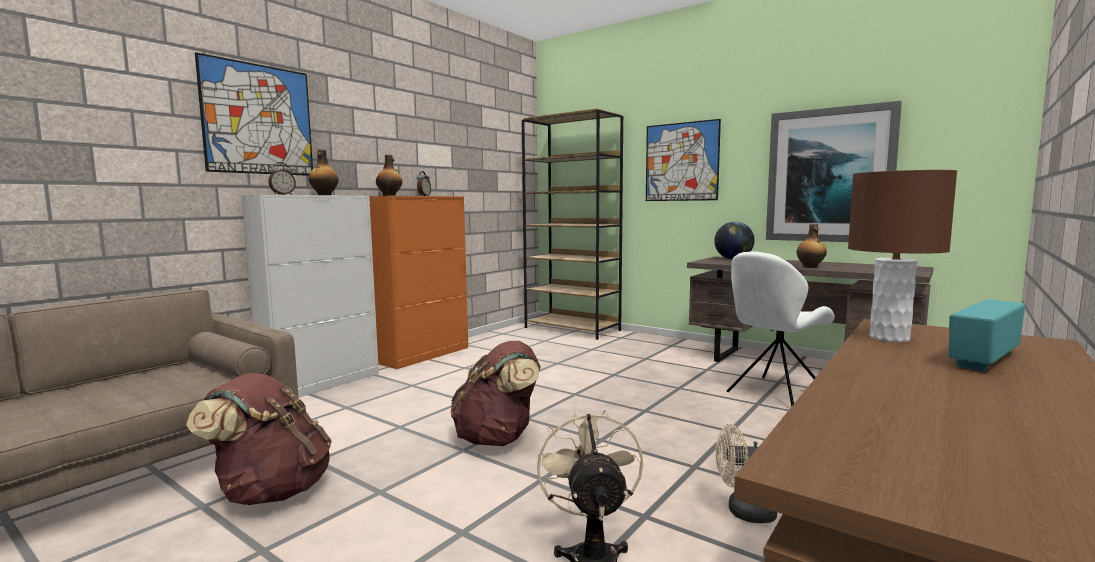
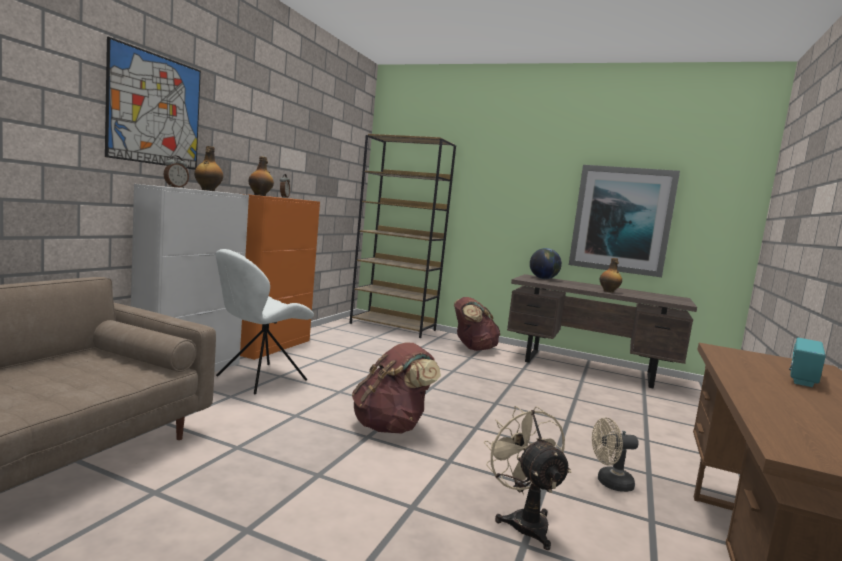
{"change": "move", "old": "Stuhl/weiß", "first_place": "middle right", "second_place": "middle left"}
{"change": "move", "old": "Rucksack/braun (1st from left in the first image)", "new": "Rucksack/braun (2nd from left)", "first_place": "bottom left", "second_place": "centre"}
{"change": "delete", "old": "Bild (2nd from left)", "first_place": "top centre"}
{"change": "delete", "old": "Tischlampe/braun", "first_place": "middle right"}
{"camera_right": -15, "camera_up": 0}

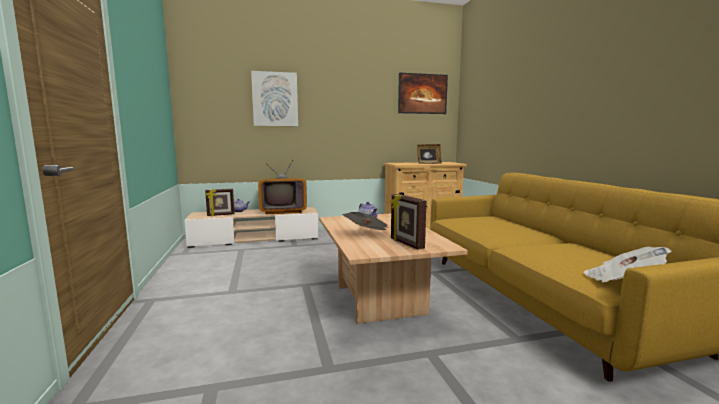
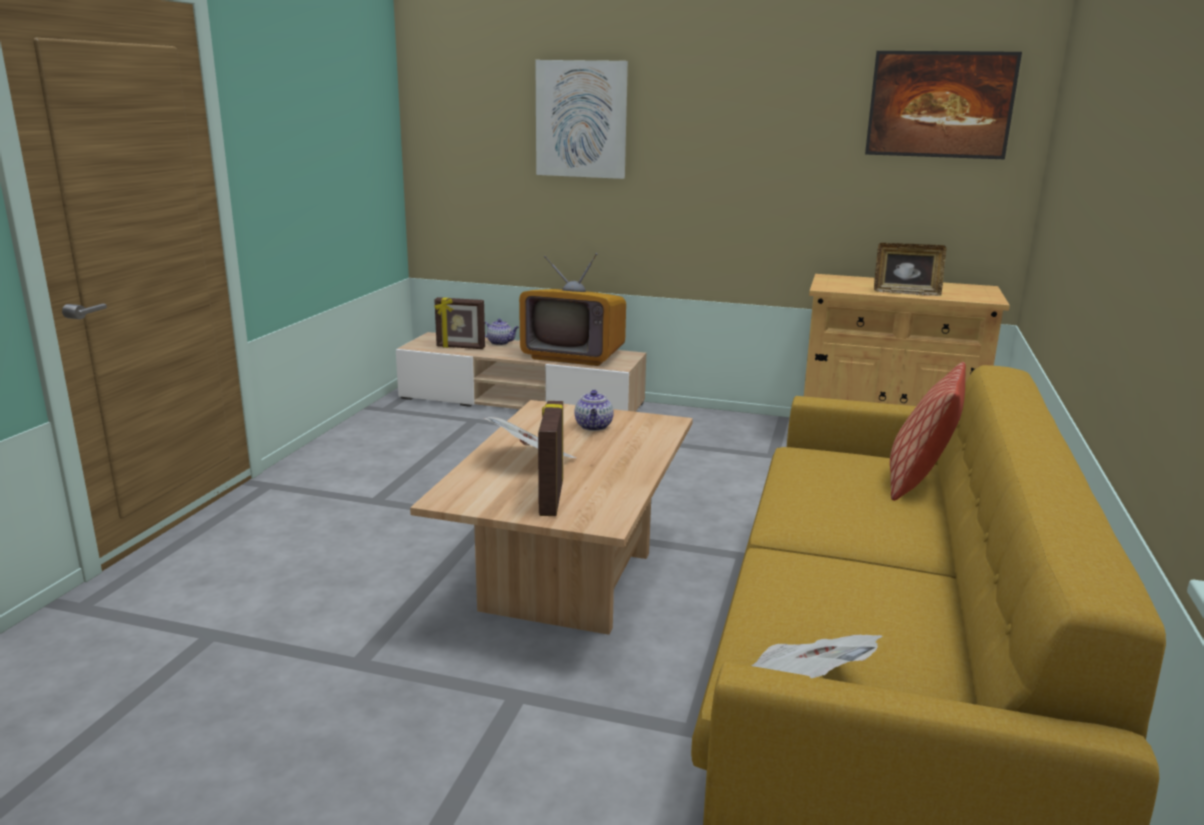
{"change": "insert", "new": "Kissen", "second_place": "middle right"}
{"camera_right": 30, "camera_up": 10}

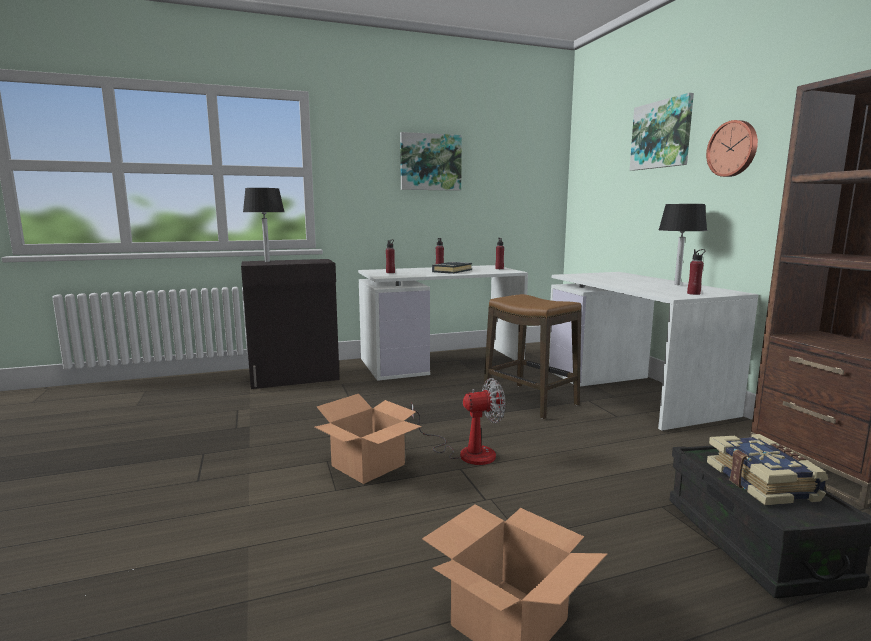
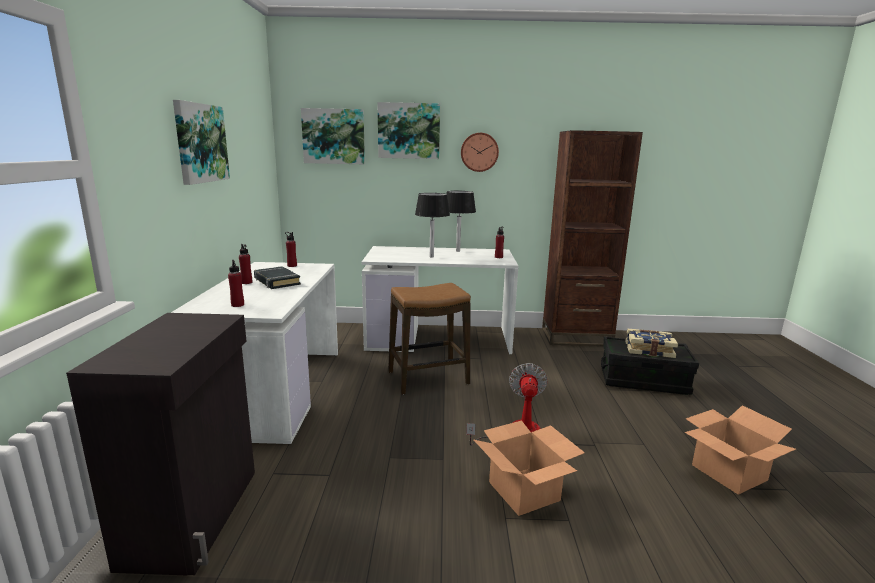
{"change": "insert", "new": "Bild (2nd from left)", "second_place": "top centre"}
{"change": "move", "old": "Tischlampe/schwarz (1st from left)", "first_place": "middle left", "second_place": "centre"}
{"camera_right": -70, "camera_up": 5}

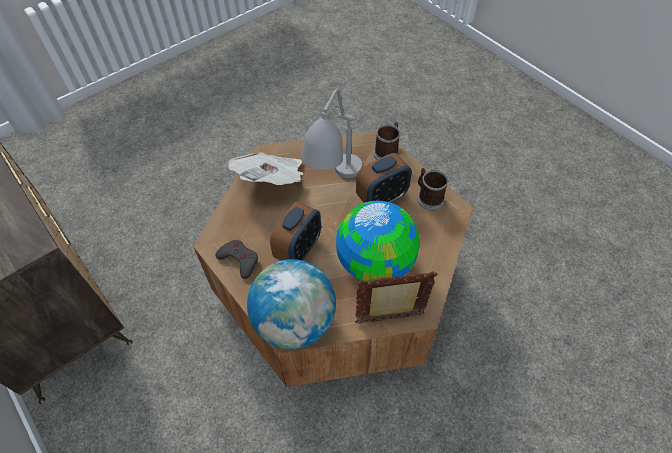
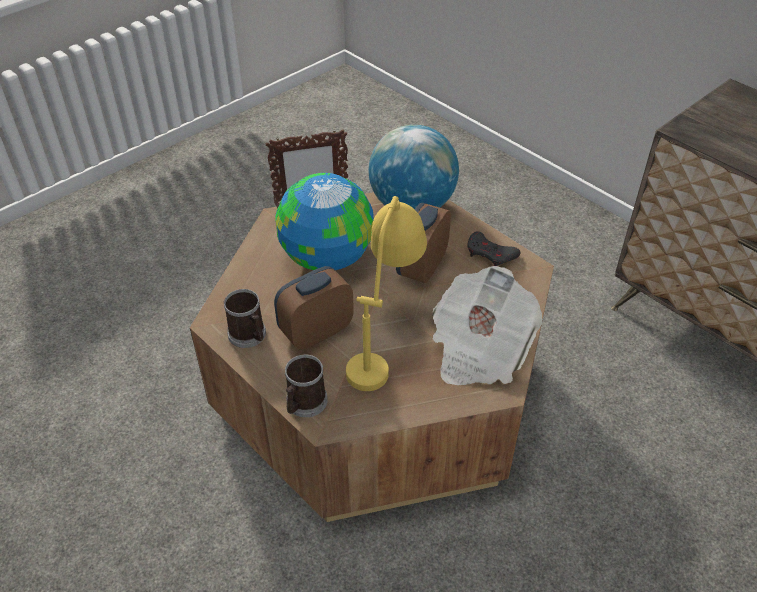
{"change": "recolor", "old": "Tischlampe/grau", "new": "Tischlampe/gelb", "first_place": "top centre", "second_place": "centre"}
{"camera_right": 175, "camera_up": -10}

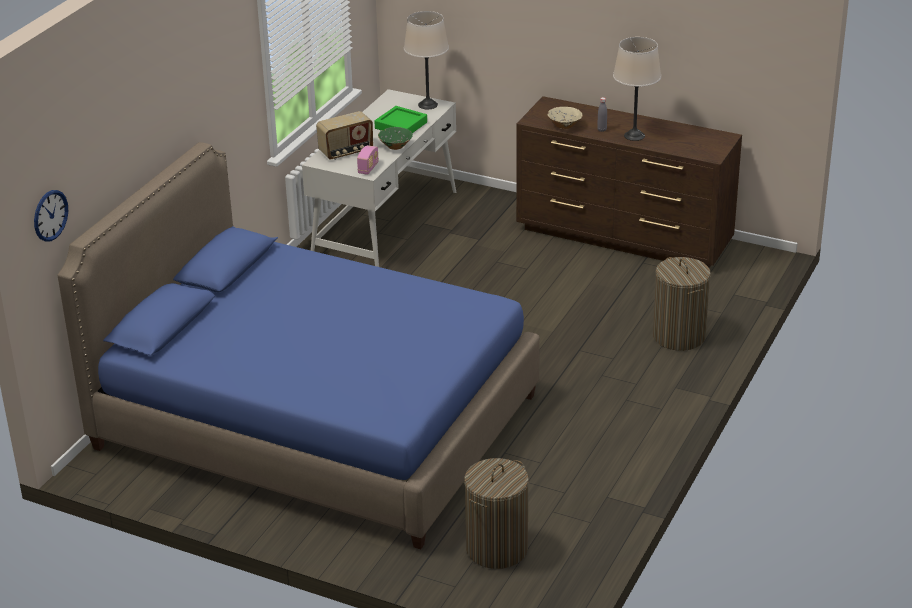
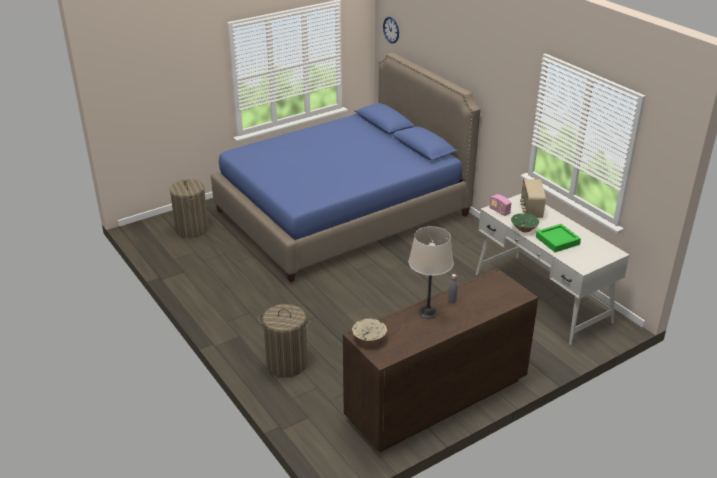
{"change": "move", "old": "Schüssel/beige", "first_place": "top centre", "second_place": "bottom centre"}
{"change": "delete", "old": "Tischlampe/beige (1st from left)", "first_place": "top centre"}
{"camera_right": 120, "camera_up": 0}

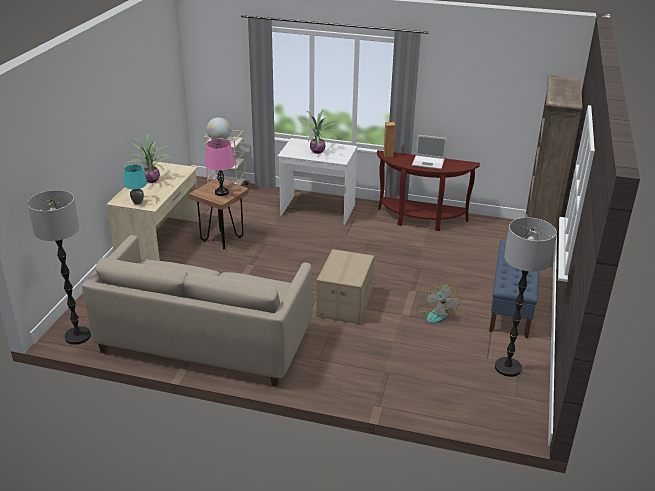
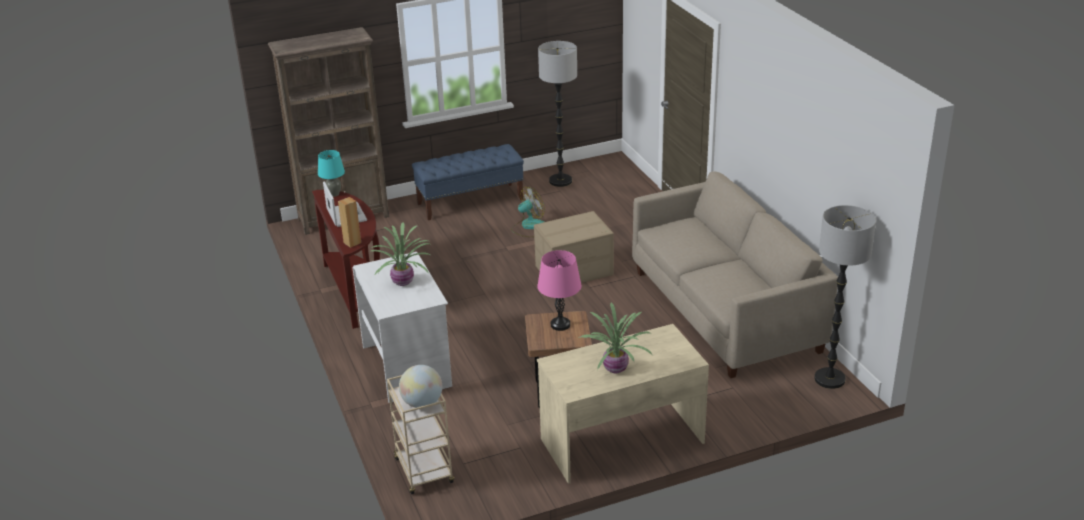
{"change": "move", "old": "Tischlampe/türkis", "first_place": "middle left", "second_place": "top left"}
{"camera_right": -125, "camera_up": 0}

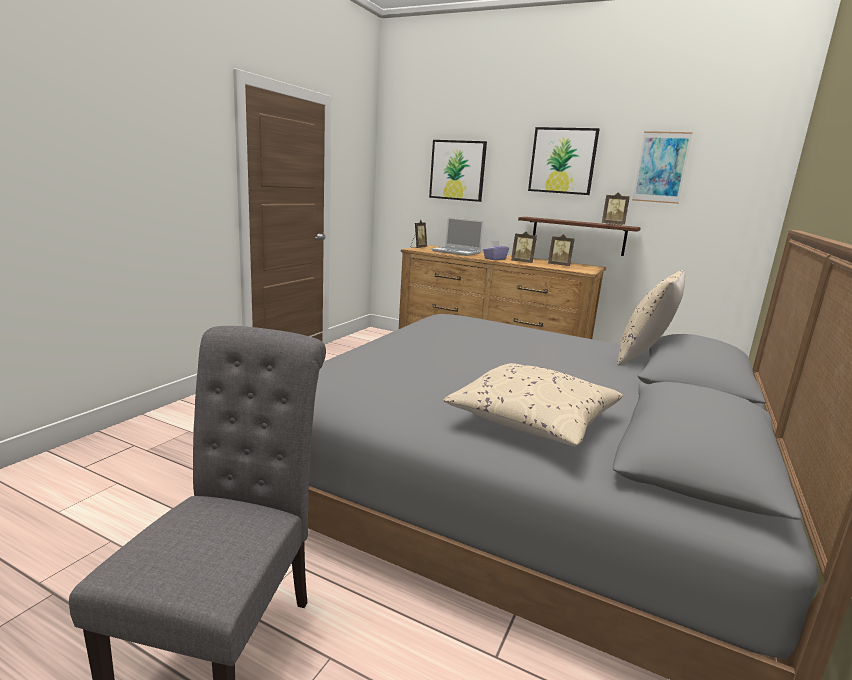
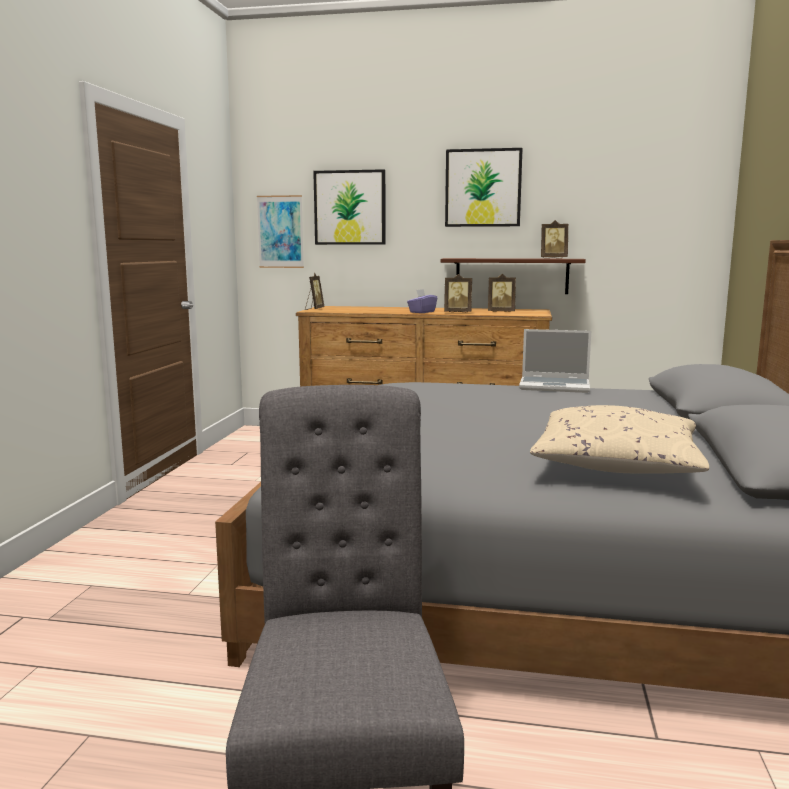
{"change": "move", "old": "Bild (3rd from left in the first image)", "new": "Bild (1st from left)", "first_place": "top right", "second_place": "top centre"}
{"change": "move", "old": "Laptop", "first_place": "centre", "second_place": "middle right"}
{"change": "delete", "old": "Kissen/beige (2nd from left)", "first_place": "middle right"}
{"camera_right": -15, "camera_up": -5}

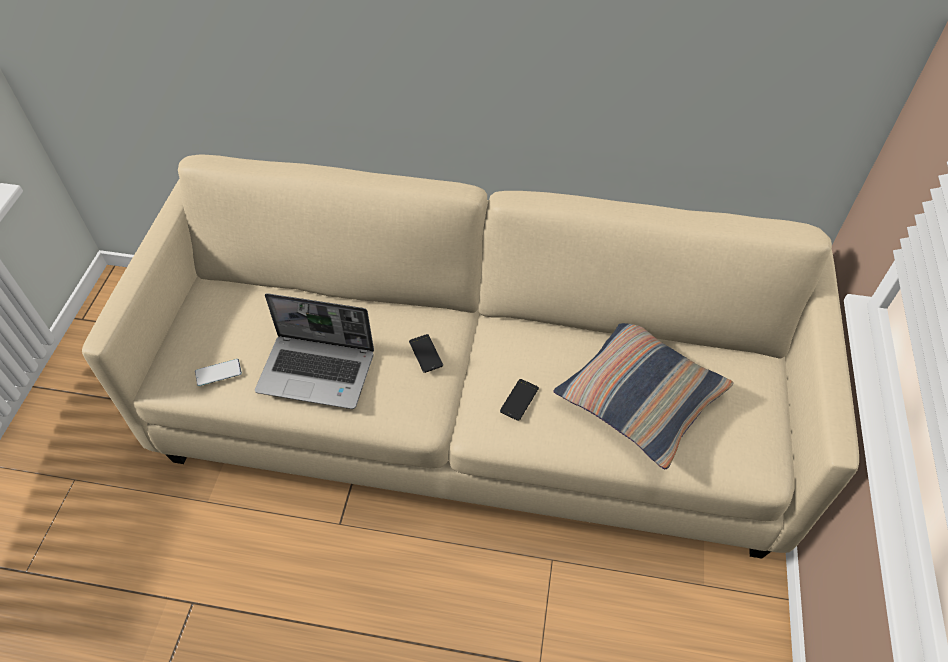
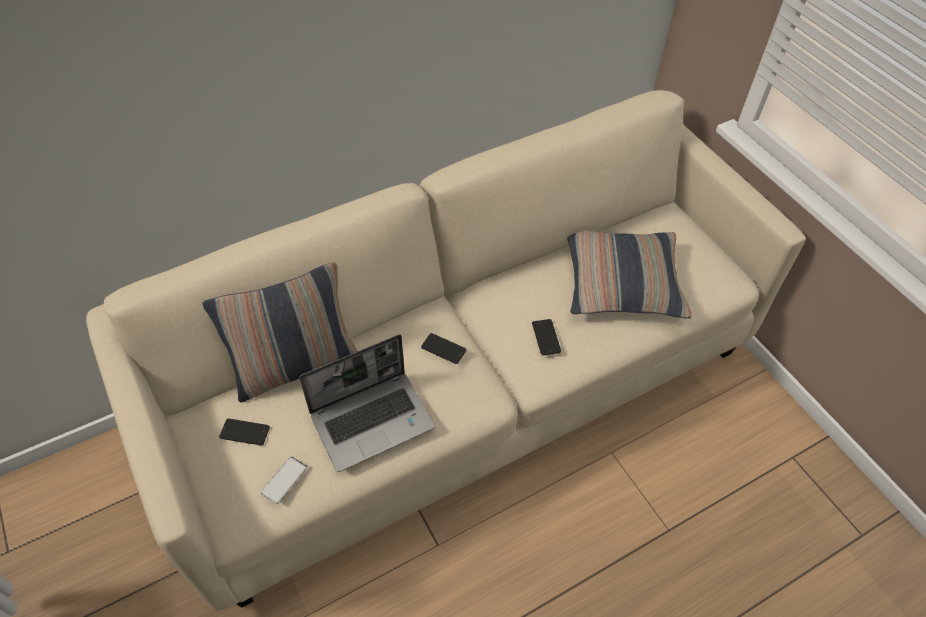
{"change": "insert", "new": "Kissen (1st from left)", "second_place": "middle left"}
{"change": "insert", "new": "Handy (1st from left)", "second_place": "bottom left"}
{"camera_right": -40, "camera_up": 0}

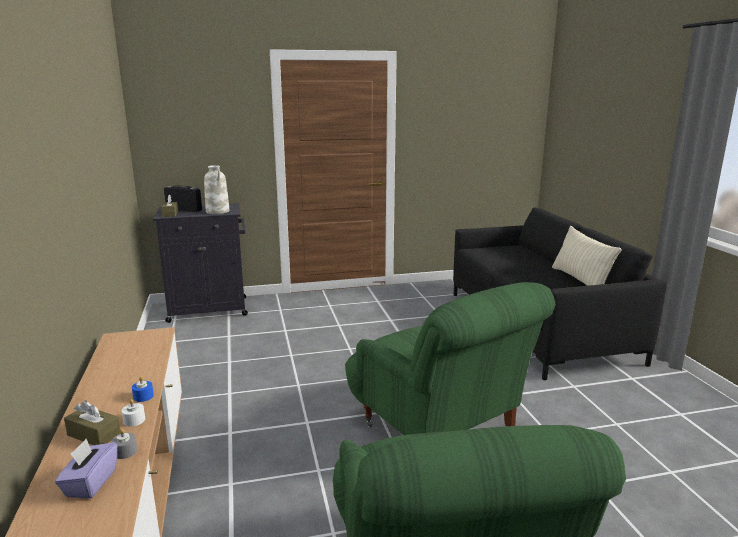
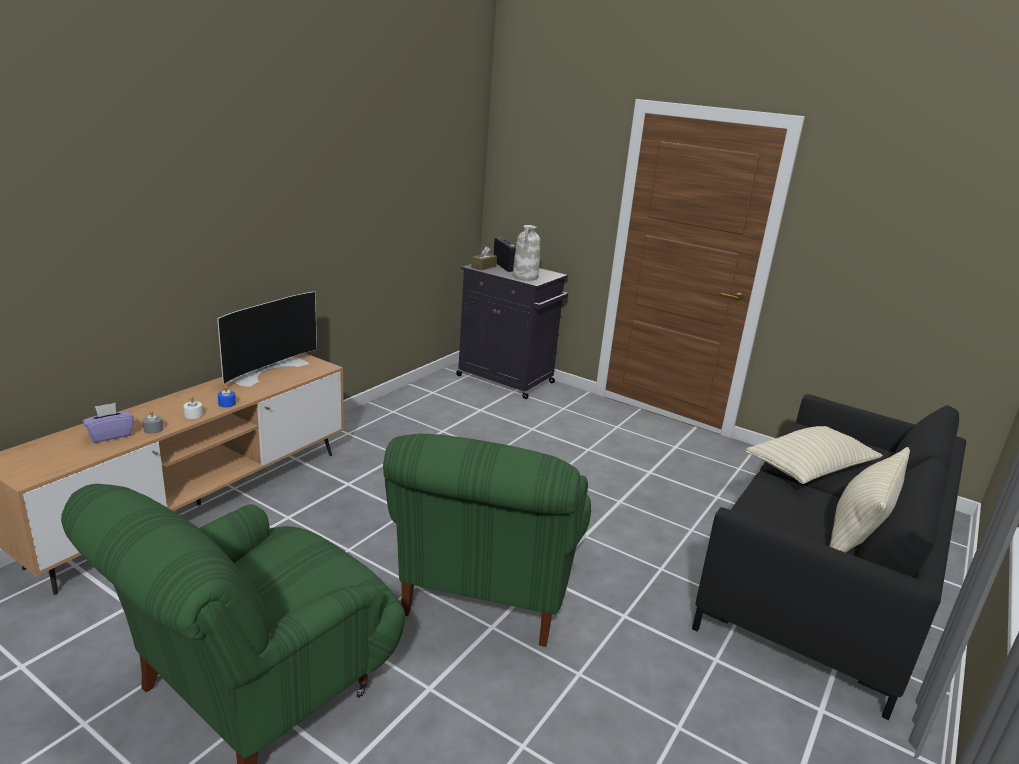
{"change": "insert", "new": "Fernseher", "second_place": "middle left"}
{"change": "insert", "new": "Kissen/beige (1st from left)", "second_place": "middle right"}
{"change": "delete", "old": "Taschentuchbox/braun (1st from left)", "first_place": "bottom left"}
{"camera_right": 45, "camera_up": 5}

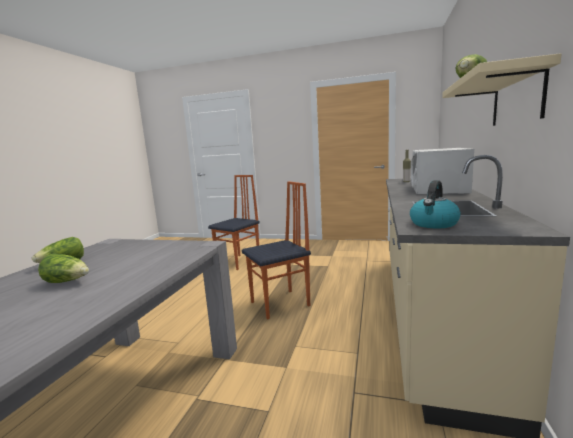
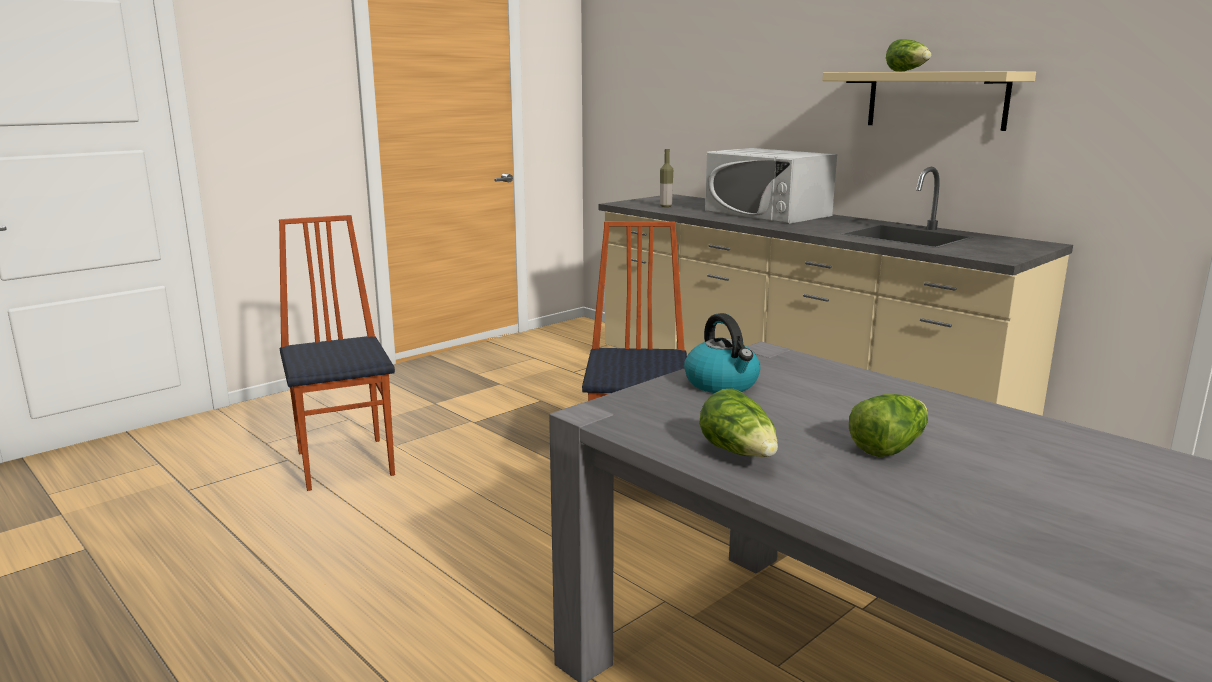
{"change": "move", "old": "Wasserkessel", "first_place": "middle right", "second_place": "centre"}
{"camera_right": -60, "camera_up": 5}

